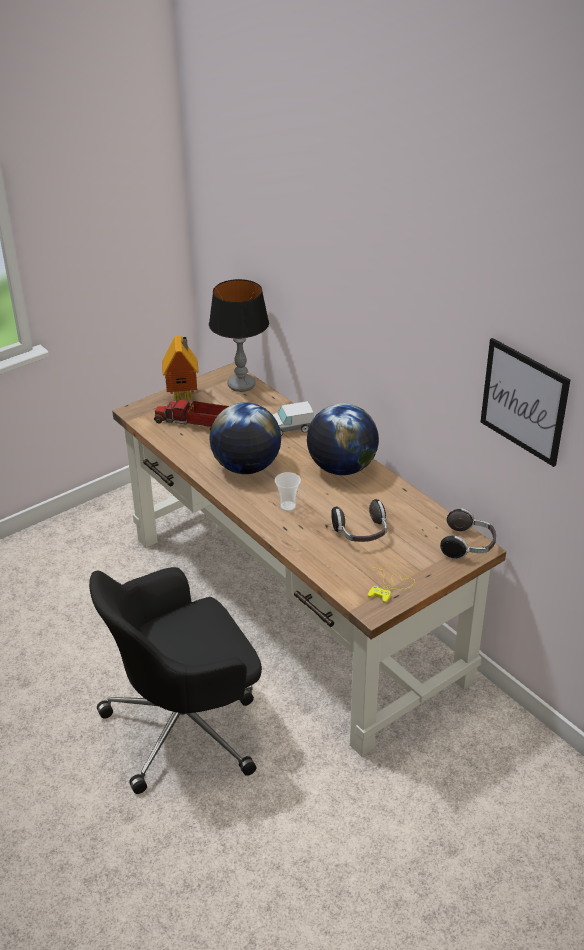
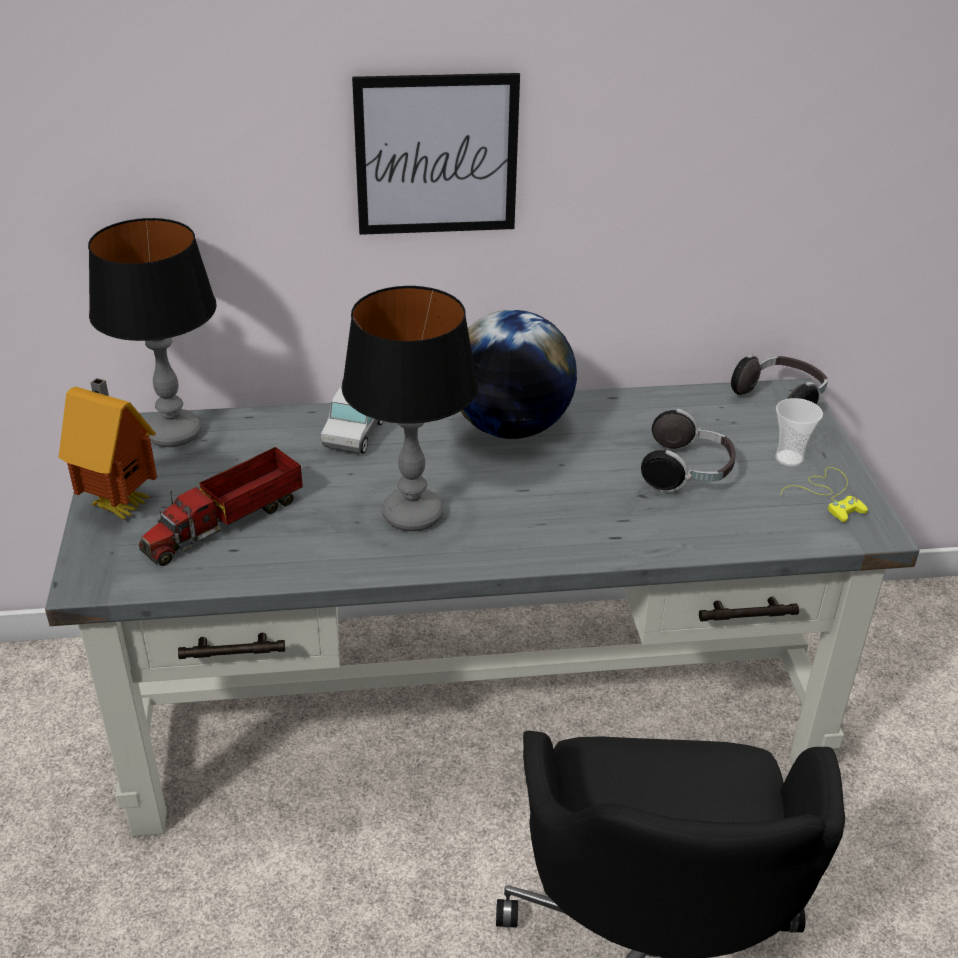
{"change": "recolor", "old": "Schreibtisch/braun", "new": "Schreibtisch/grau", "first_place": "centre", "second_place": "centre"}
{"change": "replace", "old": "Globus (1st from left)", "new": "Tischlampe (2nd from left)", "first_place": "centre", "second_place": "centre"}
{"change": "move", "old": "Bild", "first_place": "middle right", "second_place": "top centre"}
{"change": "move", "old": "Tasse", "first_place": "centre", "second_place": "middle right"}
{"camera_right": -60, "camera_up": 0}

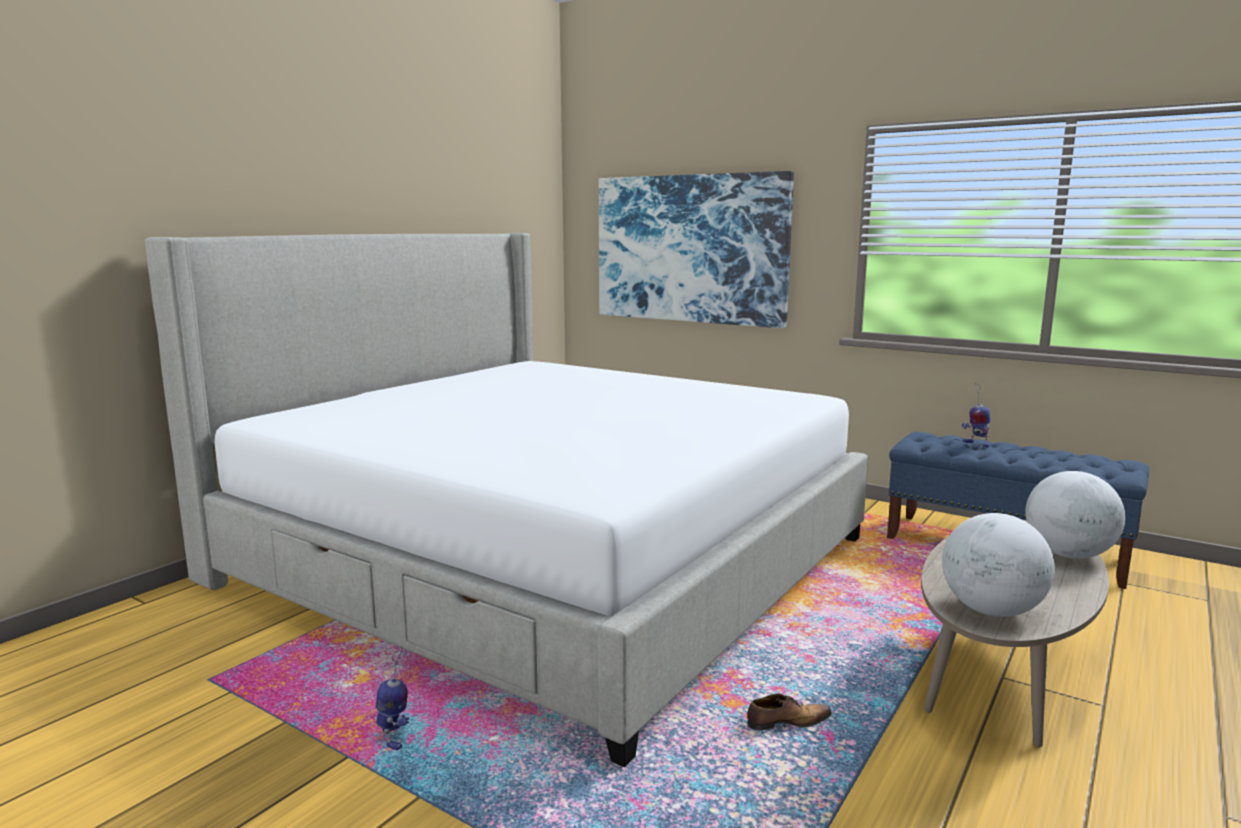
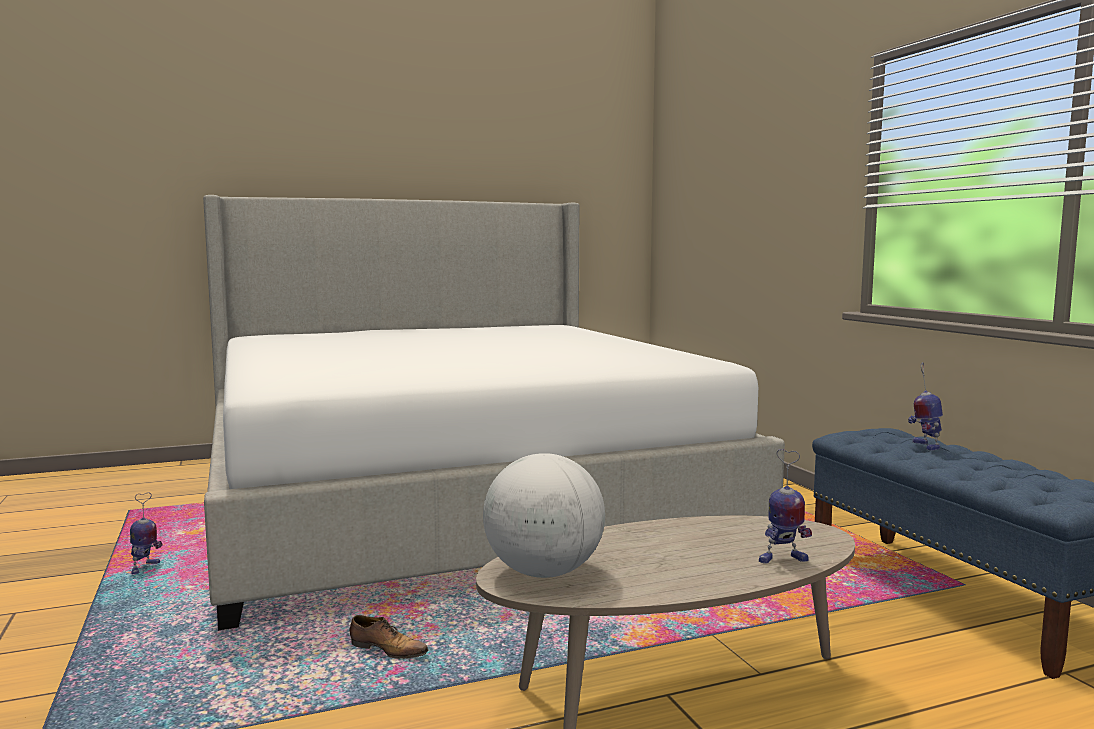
{"change": "replace", "old": "Globus (2nd from left)", "new": "Spielzeugroboter (2nd from left)", "first_place": "middle right", "second_place": "bottom right"}
{"change": "delete", "old": "Bild", "first_place": "top centre"}
{"camera_right": 35, "camera_up": -5}

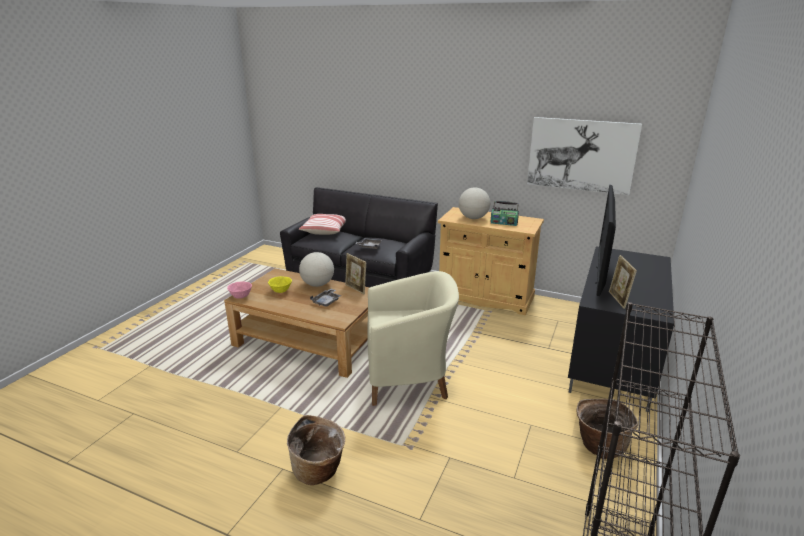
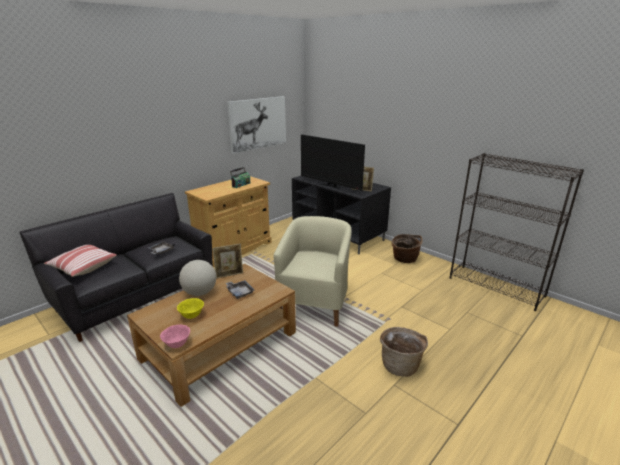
{"change": "delete", "old": "Globus (2nd from left)", "first_place": "centre"}
{"camera_right": -70, "camera_up": 0}

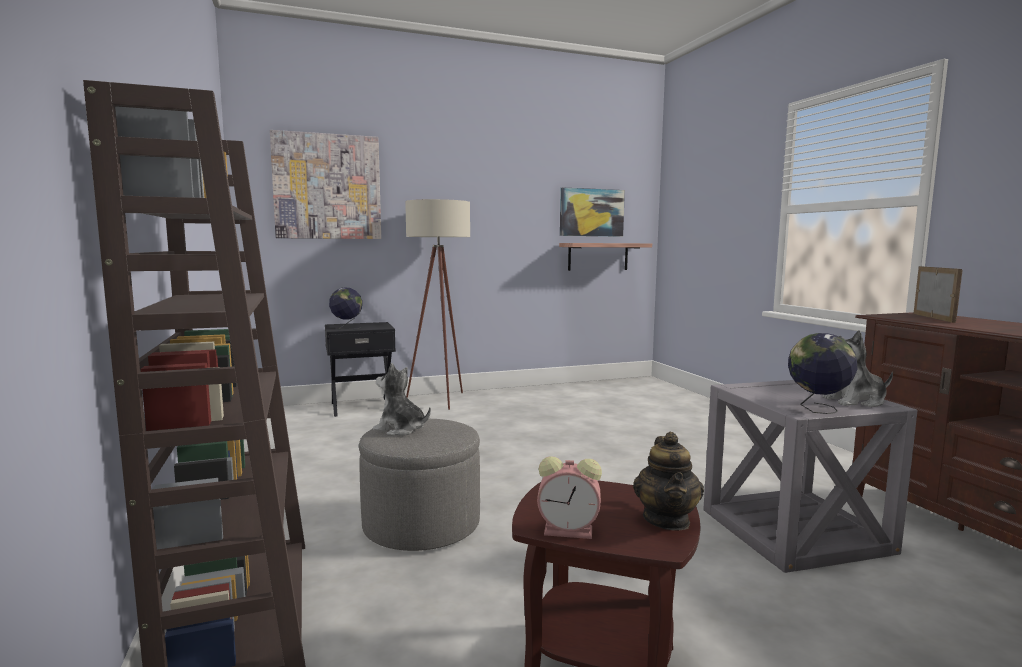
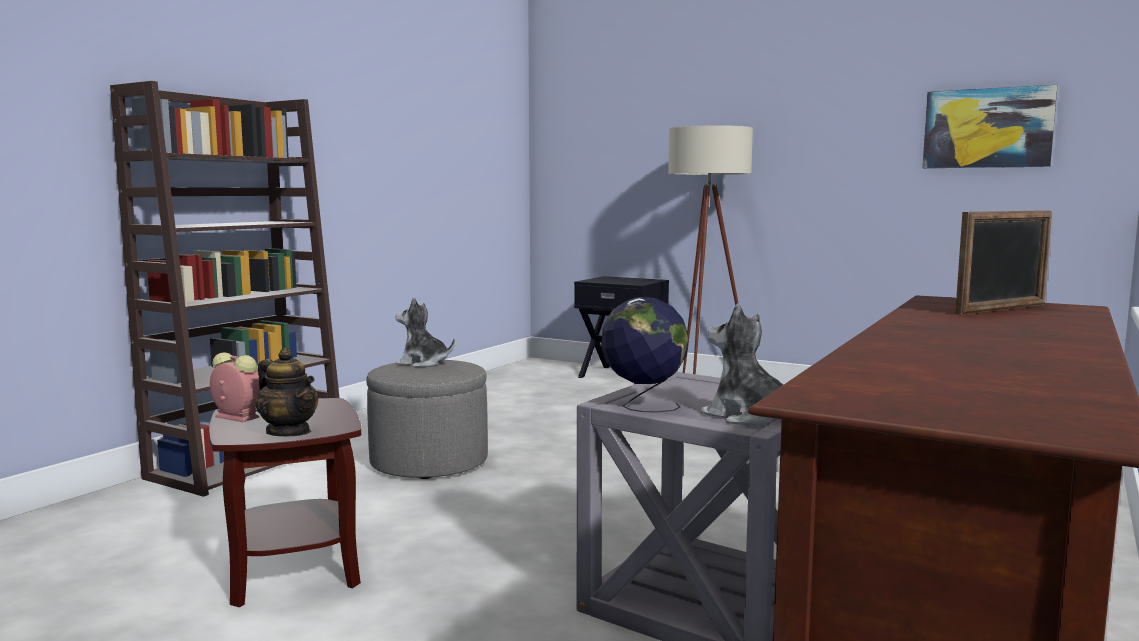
{"change": "rotate", "old": "Wecker", "first_place": "bottom centre", "second_place": "middle left", "degrees": 150}
{"change": "rotate", "old": "Teekanne", "first_place": "bottom centre", "second_place": "middle left", "degrees": -105}
{"change": "rotate", "old": "Plüschtier (1st from left)", "first_place": "centre", "second_place": "centre", "degrees": -60}
{"change": "delete", "old": "Bild (1st from left)", "first_place": "top left"}
{"change": "delete", "old": "Globus (1st from left)", "first_place": "centre"}
{"change": "delete", "old": "Wandregal", "first_place": "centre"}
{"camera_right": 50, "camera_up": 0}

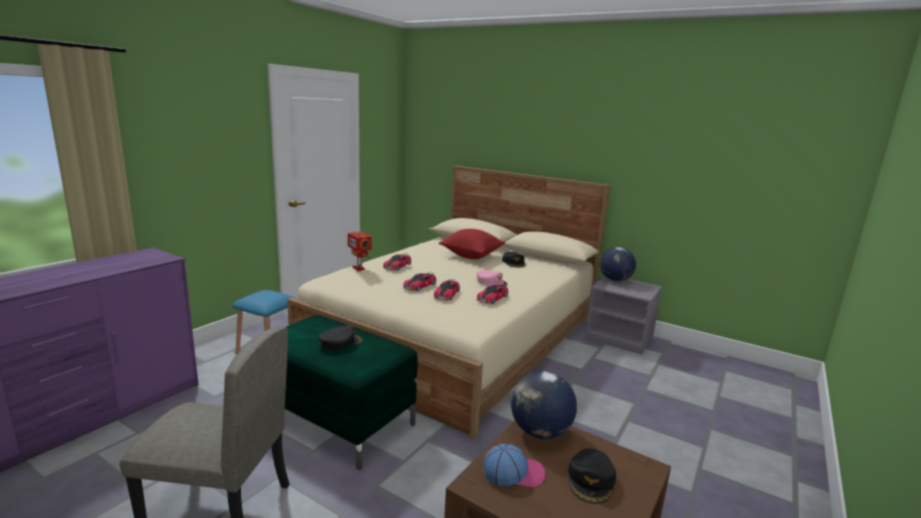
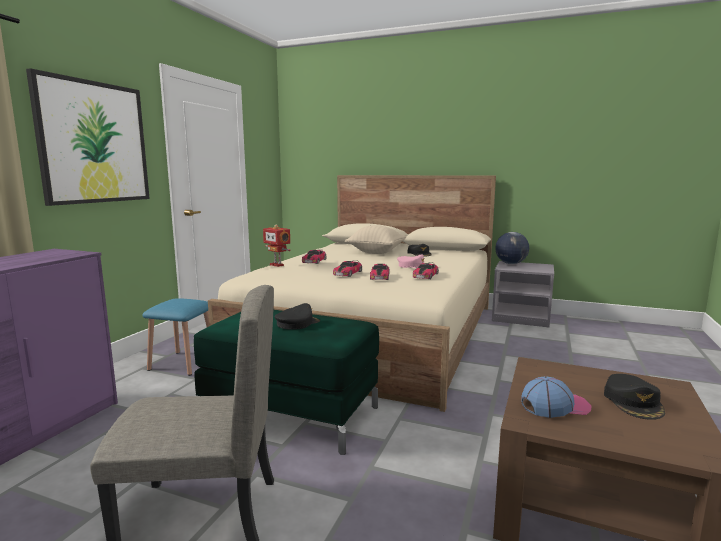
{"change": "insert", "new": "Bild", "second_place": "top left"}
{"change": "recolor", "old": "Kissen/rot", "new": "Kissen/beige", "first_place": "centre", "second_place": "centre"}
{"change": "delete", "old": "Globus (1st from left)", "first_place": "bottom centre"}
{"camera_right": -10, "camera_up": -5}

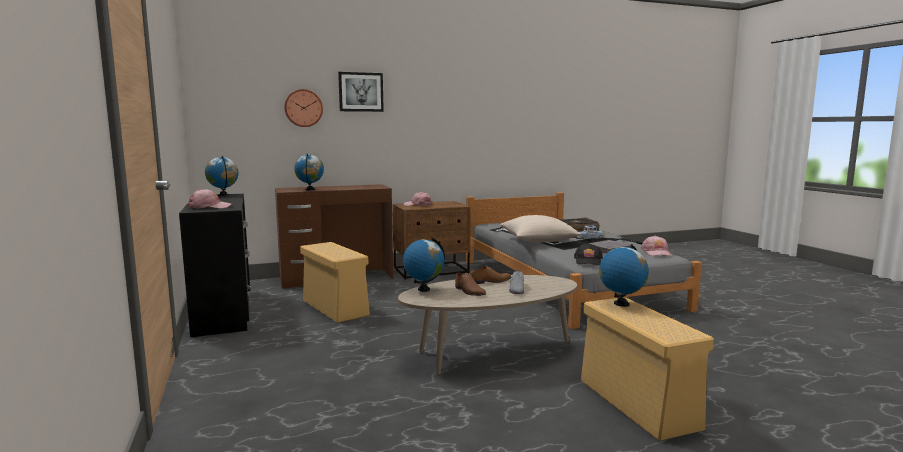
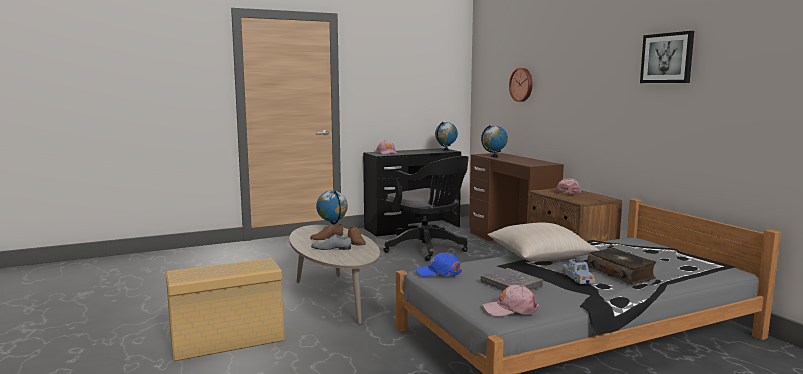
{"change": "replace", "old": "Aufbewahrungsbox/beige (1st from left)", "new": "Bürostuhl/schwarz", "first_place": "centre", "second_place": "centre"}
{"change": "recolor", "old": "Kappe/schwarz", "new": "Kappe/blau", "first_place": "centre", "second_place": "bottom centre"}
{"change": "move", "old": "Bild", "first_place": "top centre", "second_place": "top right"}
{"change": "delete", "old": "Globus (4th from left)", "first_place": "middle right"}
{"camera_right": 85, "camera_up": 0}

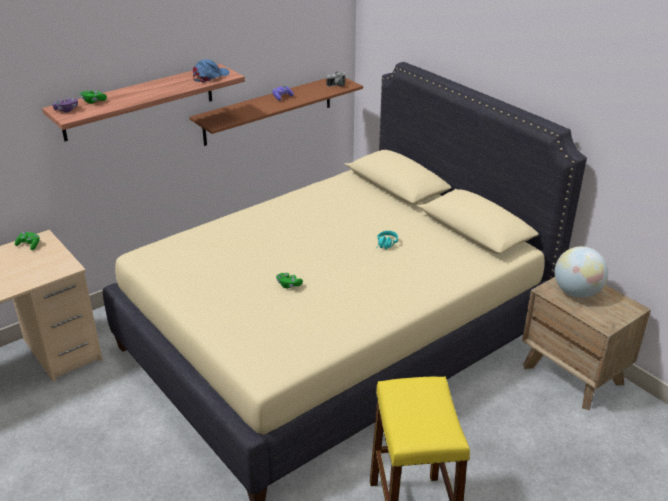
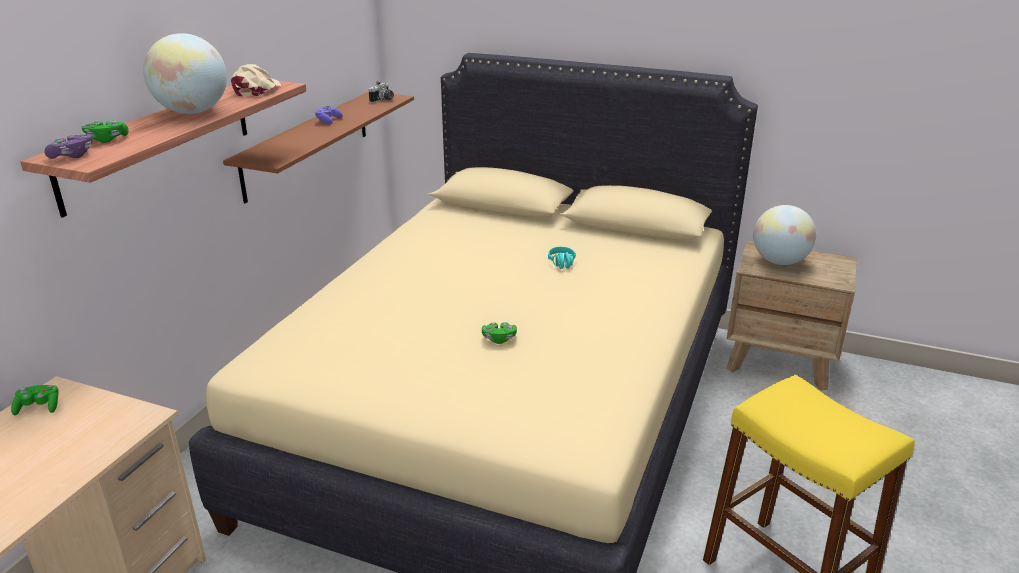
{"change": "insert", "new": "Globus (1st from left)", "second_place": "top left"}
{"change": "recolor", "old": "Kappe/blau", "new": "Kappe/beige", "first_place": "top left", "second_place": "top left"}
{"camera_right": -30, "camera_up": -5}

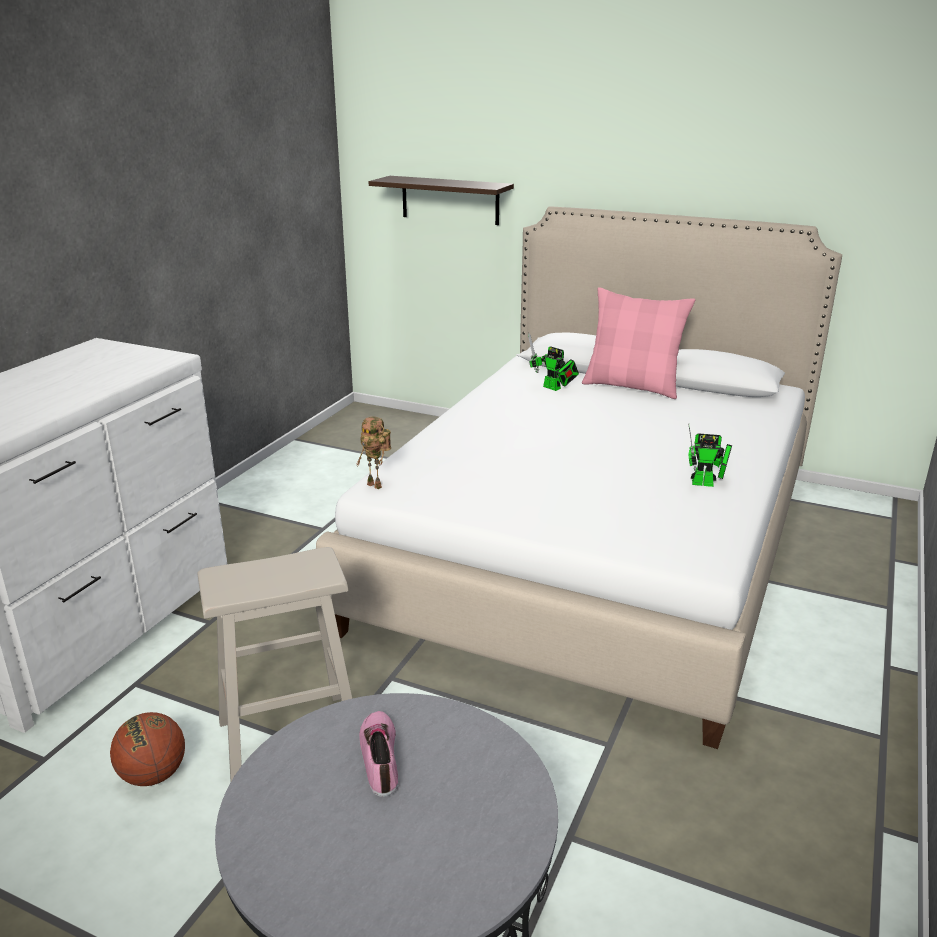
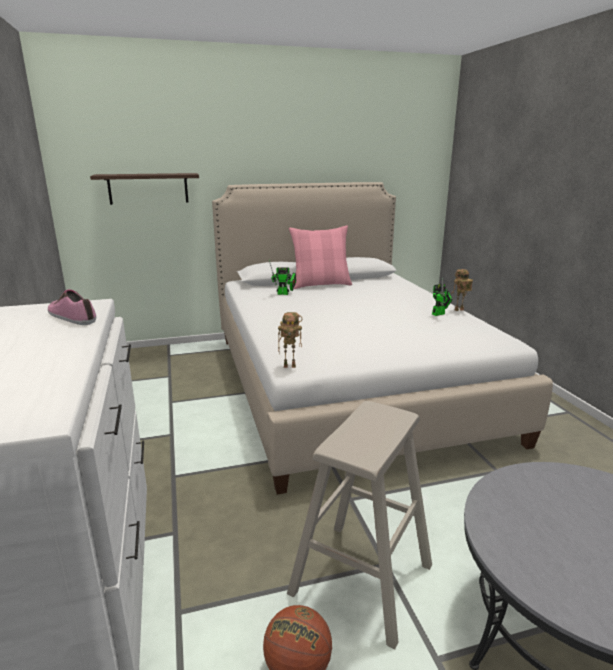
{"change": "move", "old": "Schuh", "first_place": "bottom centre", "second_place": "middle left"}
{"change": "insert", "new": "Spielzeugroboter (4th from left)", "second_place": "middle right"}
{"camera_right": -40, "camera_up": -5}

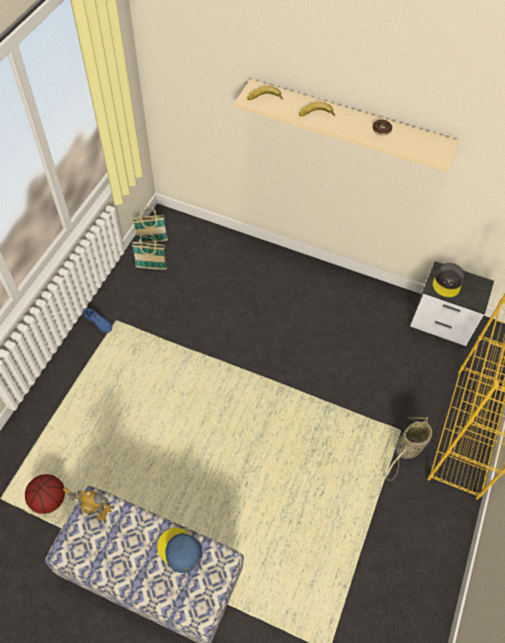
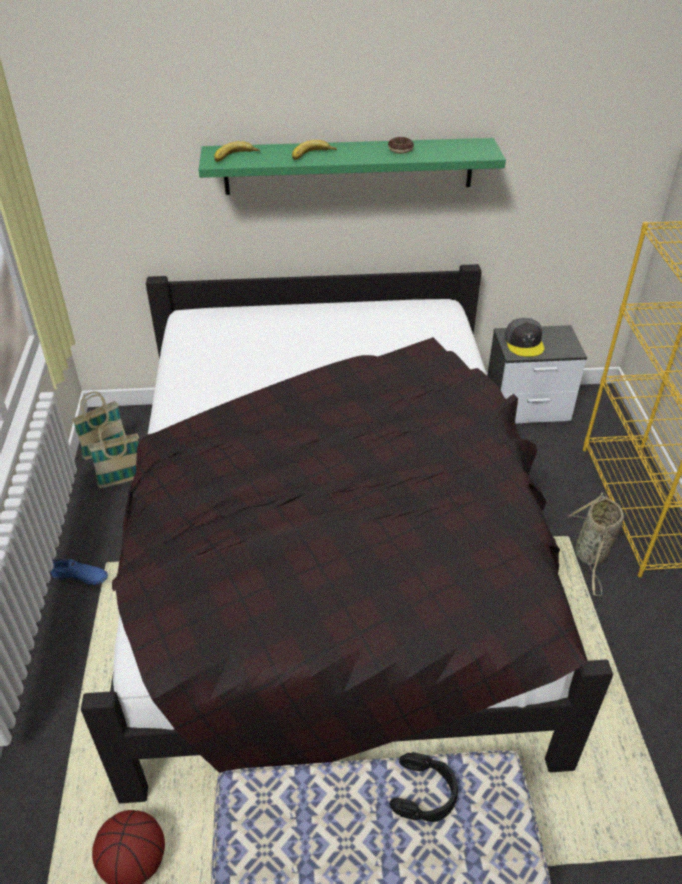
{"change": "insert", "new": "Bett/schwarz", "second_place": "centre"}
{"change": "recolor", "old": "Wandregal/beige", "new": "Wandregal/grün", "first_place": "top right", "second_place": "top centre"}
{"change": "replace", "old": "Kappe/blau", "new": "Kopfhörer/schwarz", "first_place": "bottom centre", "second_place": "bottom centre"}
{"change": "delete", "old": "Spielzeugroboter", "first_place": "bottom left"}
{"camera_right": -25, "camera_up": -15}

